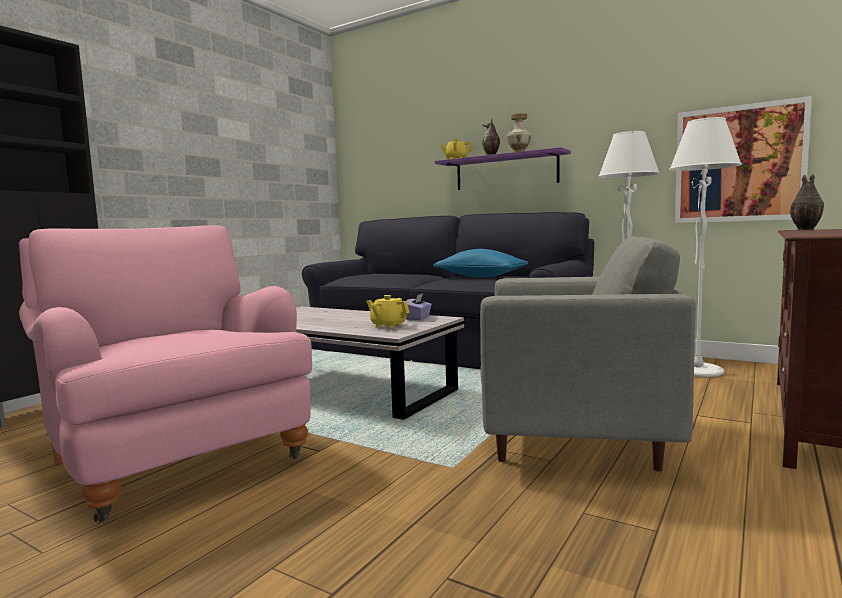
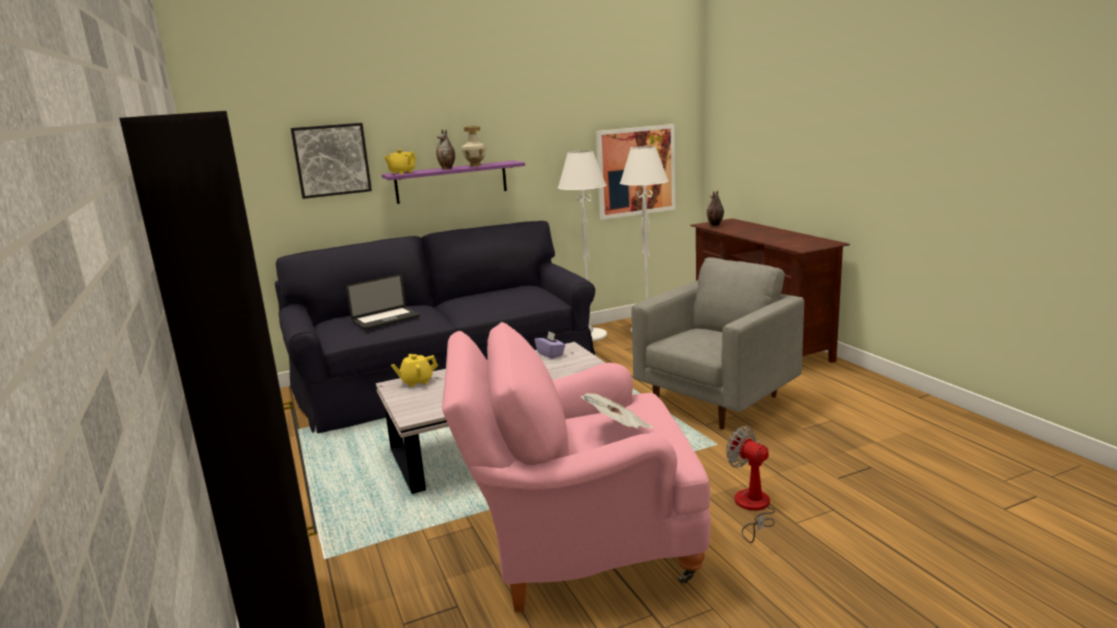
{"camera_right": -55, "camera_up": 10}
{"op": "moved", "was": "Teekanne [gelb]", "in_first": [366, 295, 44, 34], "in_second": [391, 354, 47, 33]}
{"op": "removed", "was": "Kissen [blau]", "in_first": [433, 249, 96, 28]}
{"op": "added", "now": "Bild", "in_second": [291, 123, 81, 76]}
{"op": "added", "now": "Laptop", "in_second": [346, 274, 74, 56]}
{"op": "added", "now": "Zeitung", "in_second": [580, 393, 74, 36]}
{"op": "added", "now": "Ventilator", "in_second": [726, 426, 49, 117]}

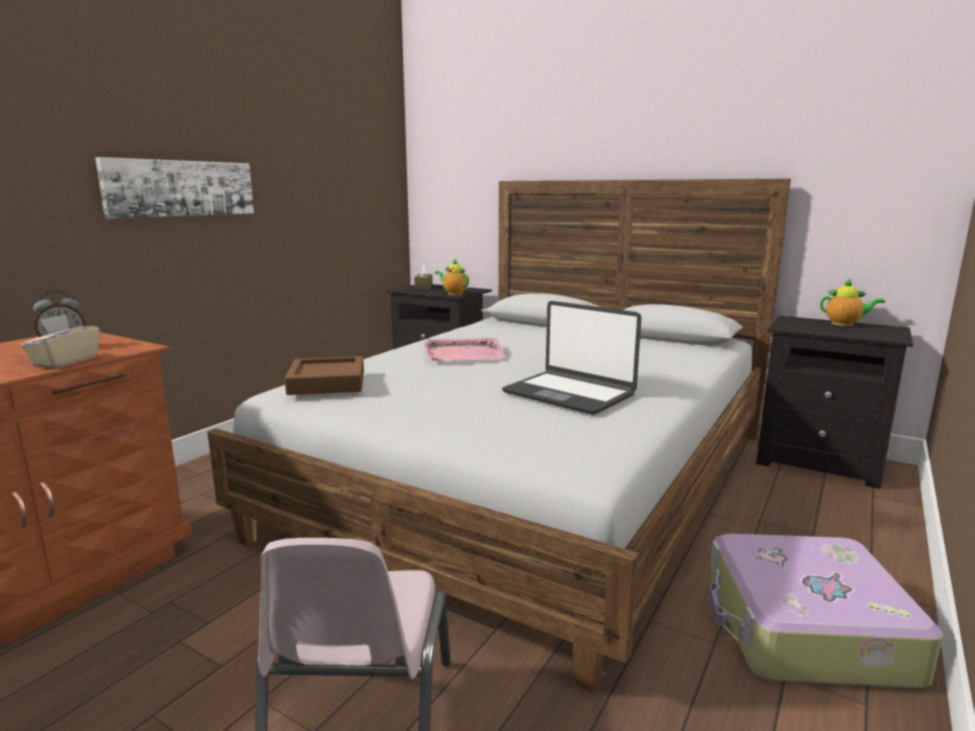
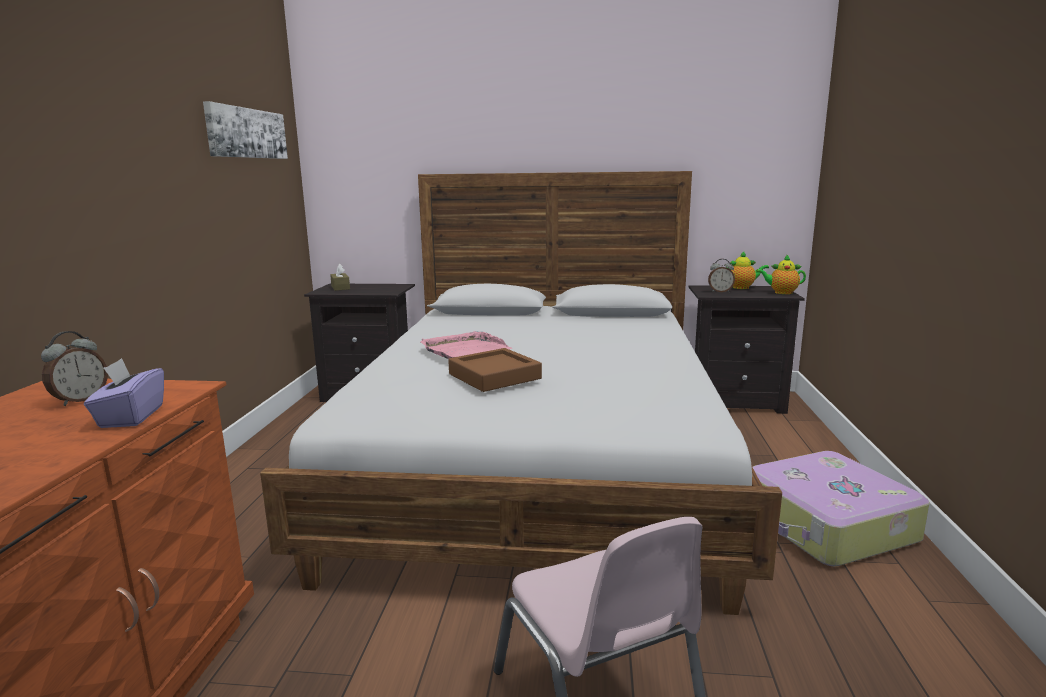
{"camera_right": -25, "camera_up": 0}
{"op": "recoloured", "was": "Taschentuchbox [beige]", "now": "Taschentuchbox [lila]", "in_first": [21, 314, 79, 54], "in_second": [84, 358, 80, 70]}
{"op": "moved", "was": "Bild", "in_first": [95, 157, 159, 62], "in_second": [203, 101, 85, 58]}
{"op": "moved", "was": "Tablett [braun]", "in_first": [285, 356, 79, 39], "in_second": [448, 348, 94, 44]}
{"op": "moved", "was": "Teekanne", "in_first": [435, 258, 34, 37], "in_second": [756, 254, 50, 40]}
{"op": "removed", "was": "Laptop", "in_first": [502, 301, 139, 114]}
{"op": "added", "now": "Wecker", "in_second": [708, 259, 27, 33]}

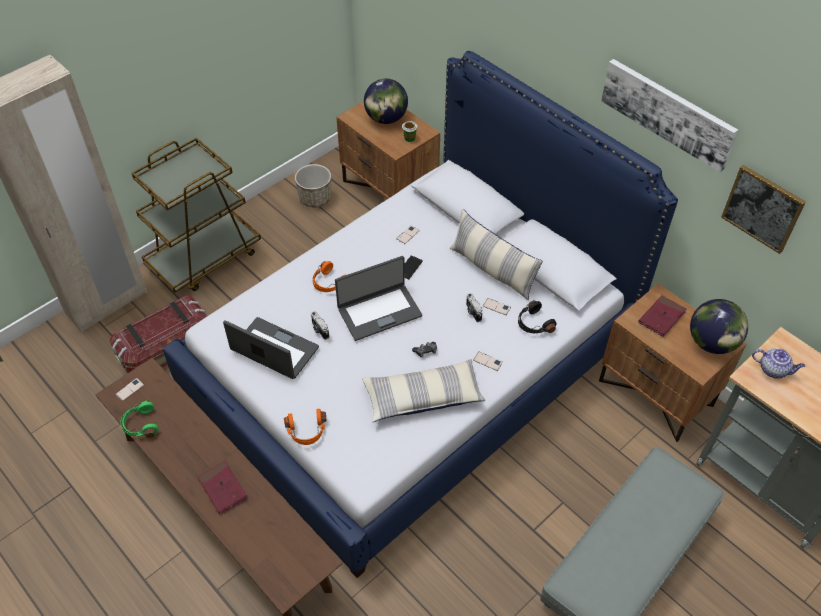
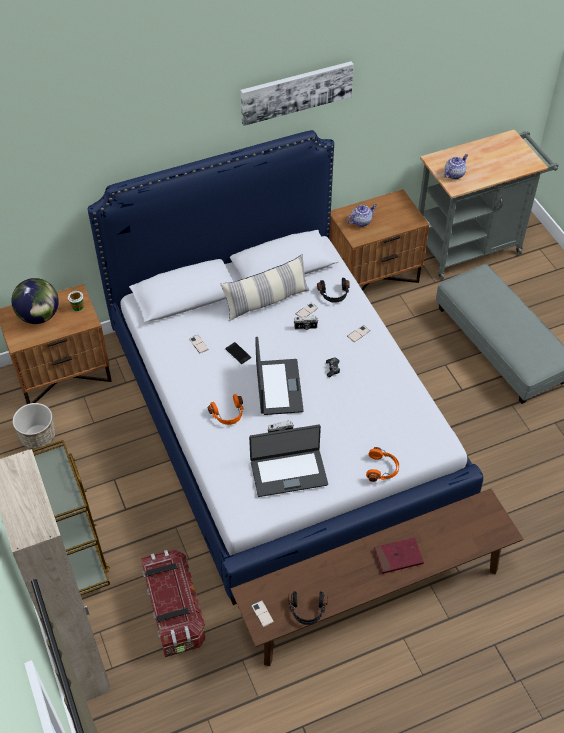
{"camera_right": -70, "camera_up": 0}
{"op": "recoloured", "was": "Kopfhörer [grün]", "now": "Kopfhörer [schwarz]", "in_first": [120, 400, 39, 38], "in_second": [288, 591, 40, 34]}
{"op": "turned", "was": "Laptop", "in_first": [223, 317, 96, 62], "in_second": [249, 425, 79, 72], "clockwise": -150}
{"op": "removed", "was": "Kissen", "in_first": [362, 359, 124, 63]}
{"op": "replaced", "was": "Buch [rot]", "now": "Teekanne", "in_first": [638, 295, 48, 42], "in_second": [347, 204, 30, 23]}
{"op": "removed", "was": "Globus", "in_first": [690, 299, 58, 55]}
{"op": "removed", "was": "Bild", "in_first": [721, 165, 85, 89]}

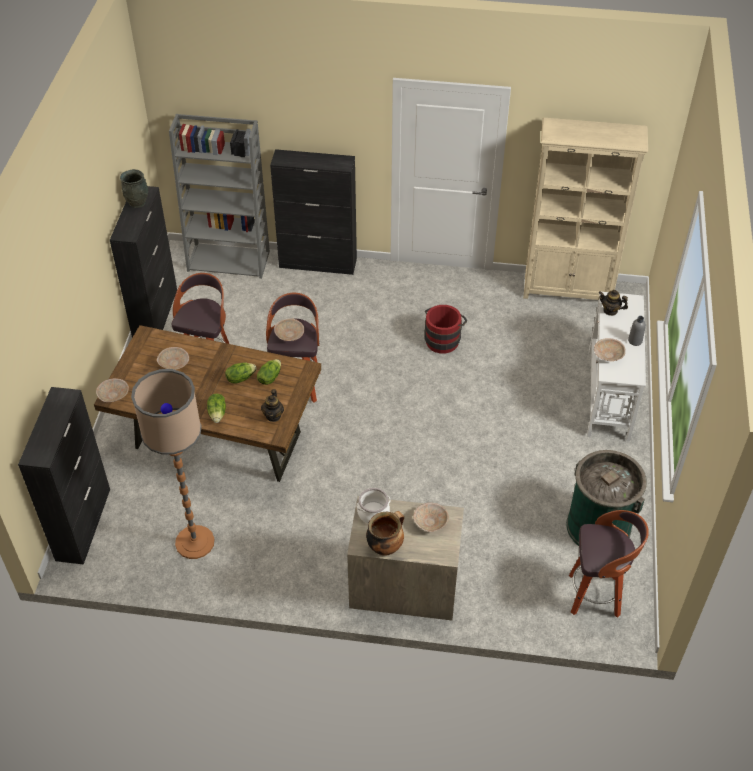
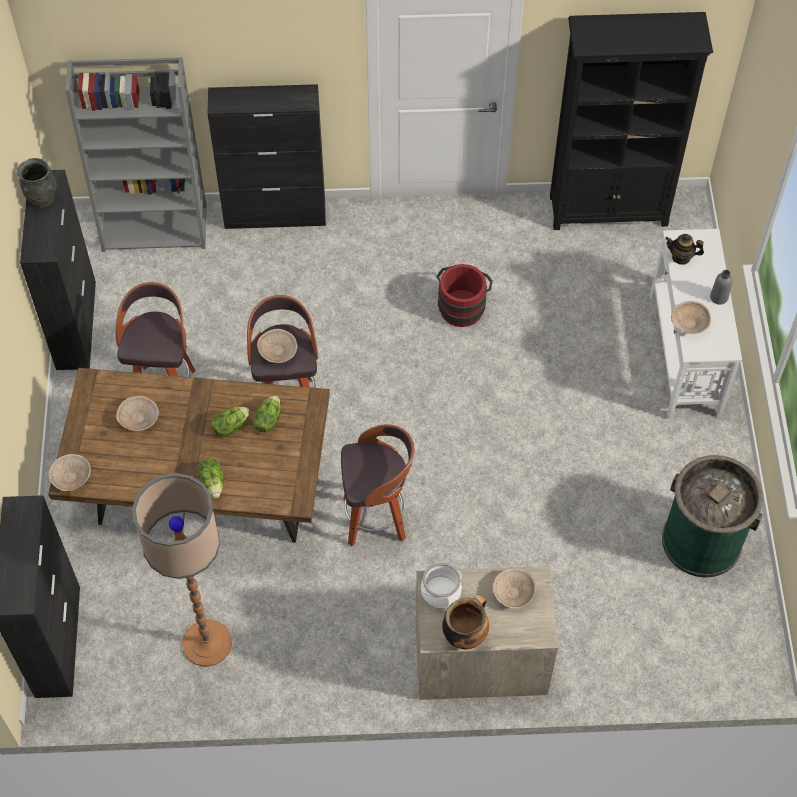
{"camera_right": -10, "camera_up": 10}
{"op": "removed", "was": "Teekanne", "in_first": [261, 389, 23, 33]}
{"op": "recoloured", "was": "Bücherregal [beige]", "now": "Bücherregal [schwarz]", "in_first": [523, 118, 125, 182], "in_second": [550, 12, 163, 218]}
{"op": "moved", "was": "Hocker", "in_first": [569, 510, 80, 108], "in_second": [341, 424, 73, 122]}

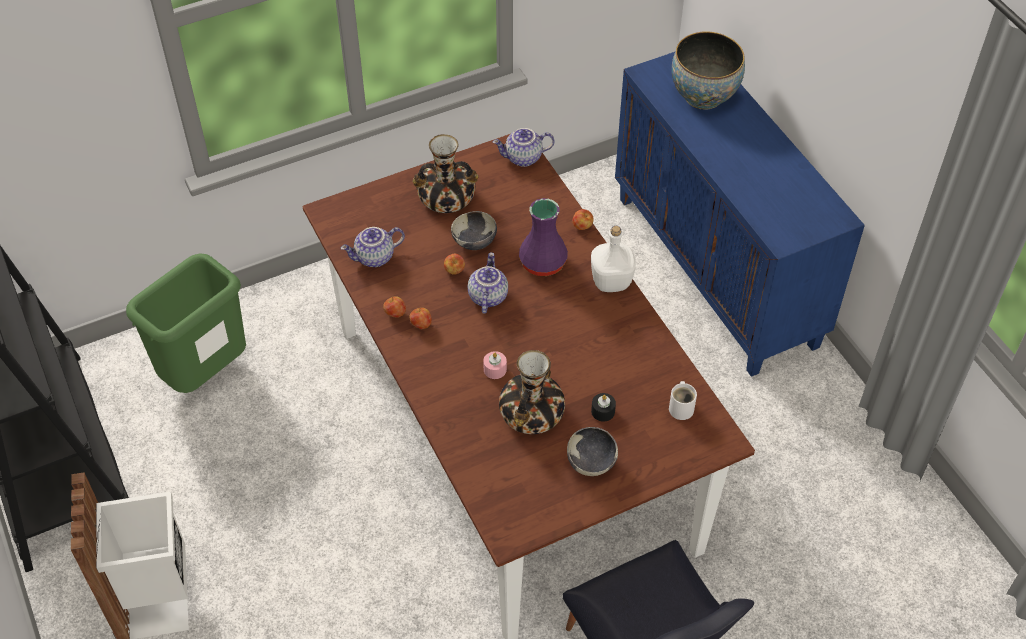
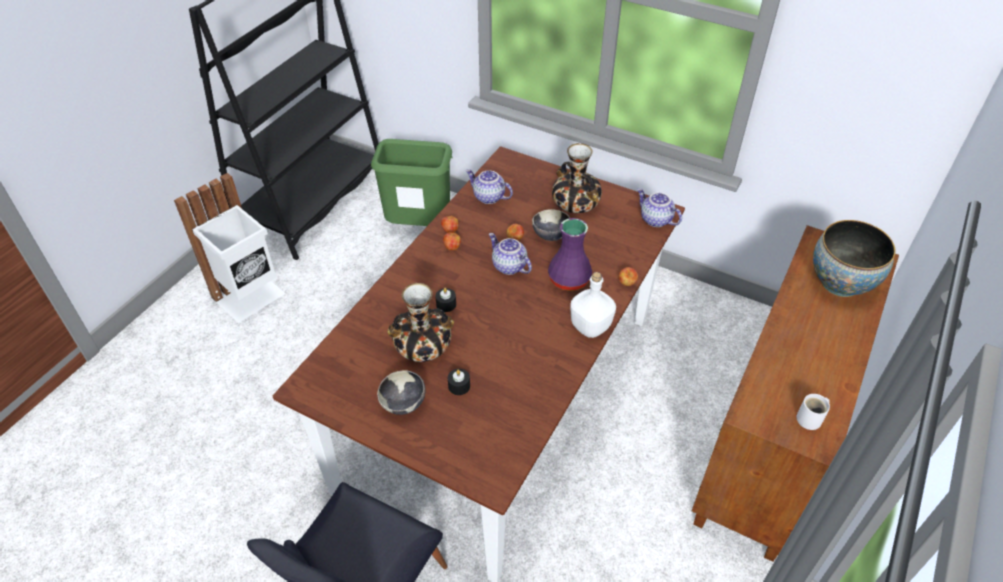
{"camera_right": 55, "camera_up": -5}
{"op": "turned", "was": "Teekanne", "in_first": [468, 252, 40, 62], "in_second": [489, 233, 43, 42], "clockwise": -105}
{"op": "recoloured", "was": "Kerze [rosa]", "now": "Kerze [schwarz]", "in_first": [483, 351, 24, 28], "in_second": [436, 288, 20, 24]}
{"op": "recoloured", "was": "Schrank [blau]", "now": "Schrank [braun]", "in_first": [615, 52, 250, 325], "in_second": [692, 225, 207, 337]}
{"op": "moved", "was": "Henkelbecher [weiß]", "in_first": [669, 381, 28, 39], "in_second": [796, 394, 34, 36]}

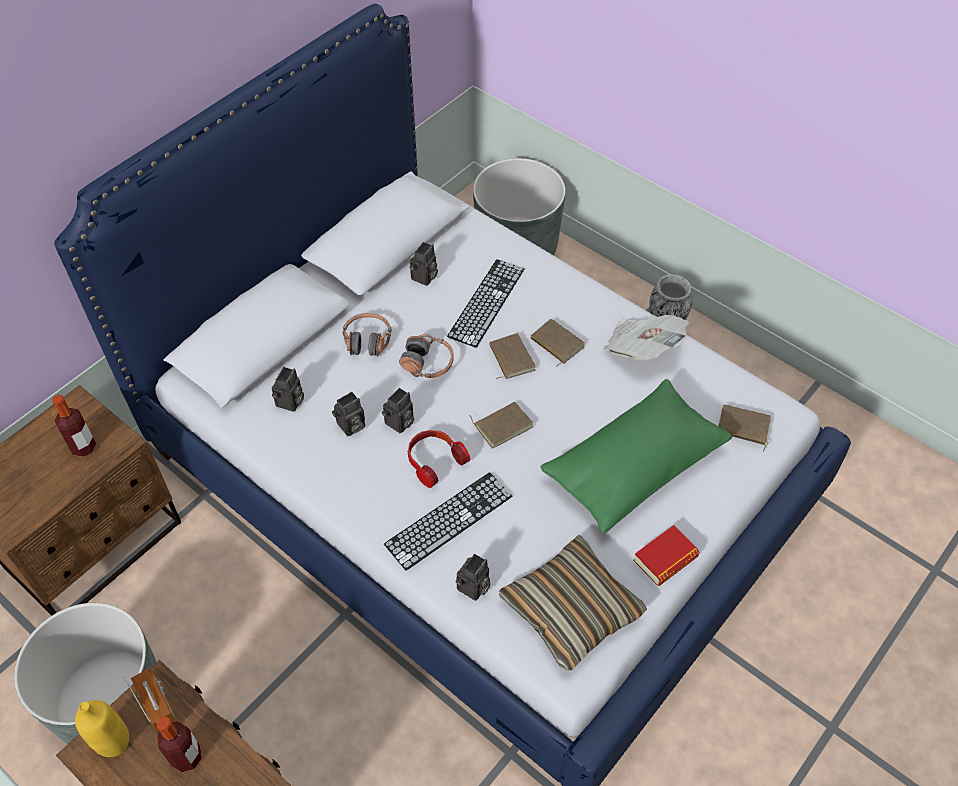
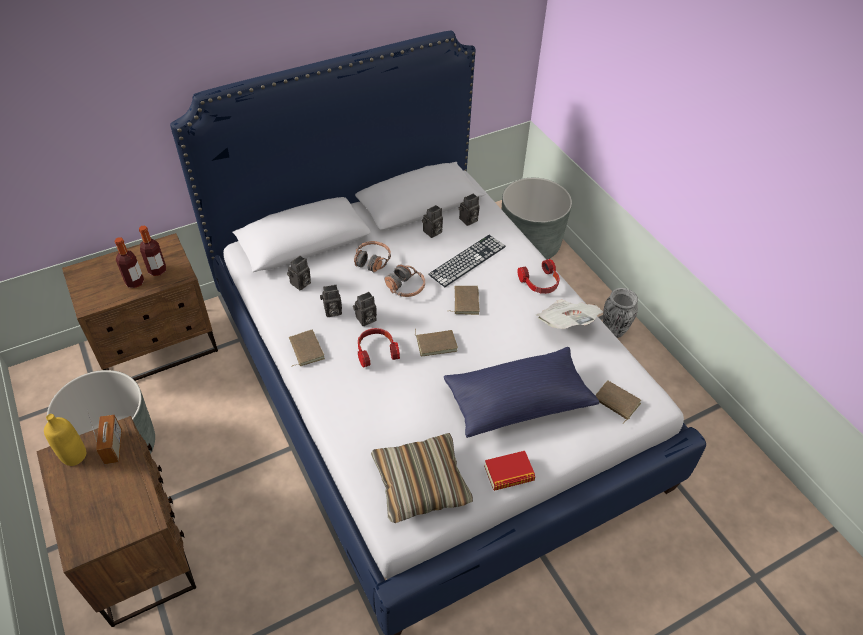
{"camera_right": 20, "camera_up": -5}
{"op": "moved", "was": "Flasche", "in_first": [156, 717, 46, 55], "in_second": [114, 237, 30, 51]}
{"op": "removed", "was": "Tastatur", "in_first": [384, 472, 129, 99]}
{"op": "moved", "was": "Kamera", "in_first": [456, 554, 35, 47], "in_second": [459, 193, 21, 33]}
{"op": "moved", "was": "Buch [braun]", "in_first": [531, 319, 54, 48], "in_second": [289, 330, 36, 37]}
{"op": "recoloured", "was": "Kissen [grün]", "now": "Kissen [blau]", "in_first": [540, 379, 192, 155], "in_second": [444, 347, 155, 91]}
{"op": "added", "now": "Kopfhörer", "in_second": [518, 259, 41, 35]}

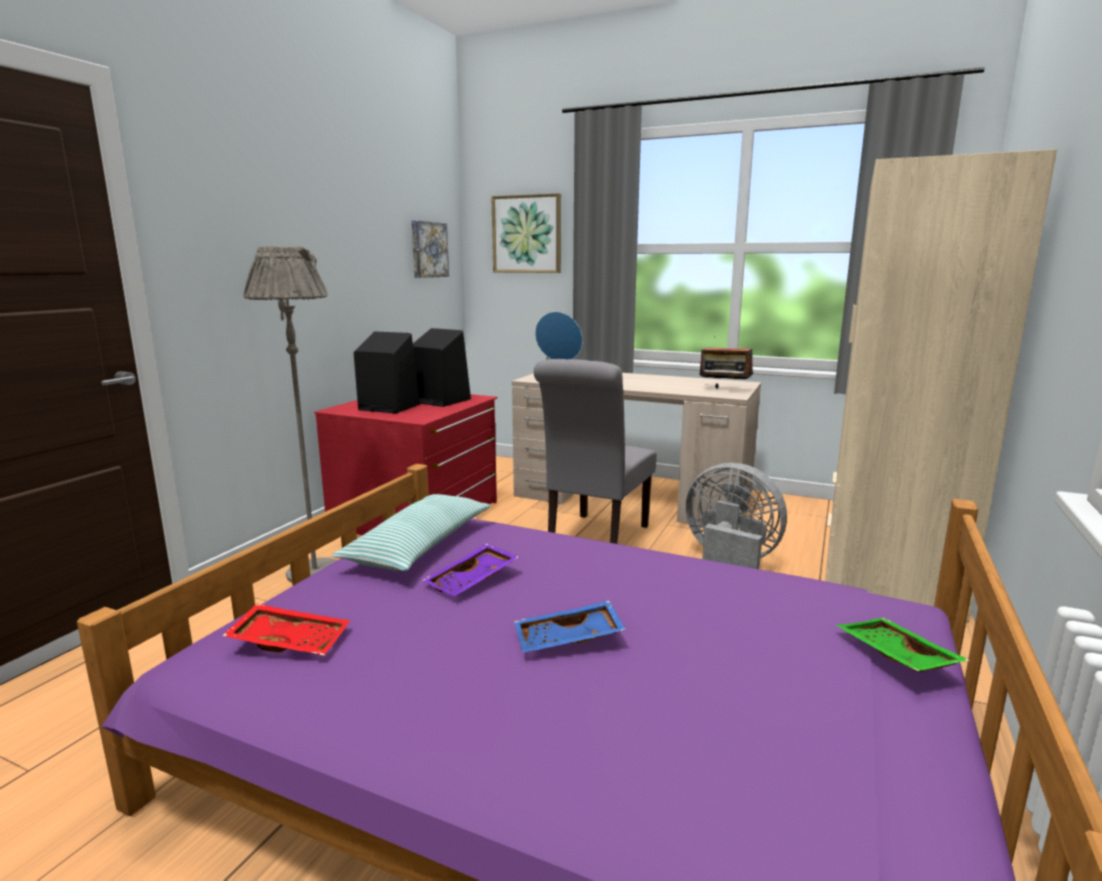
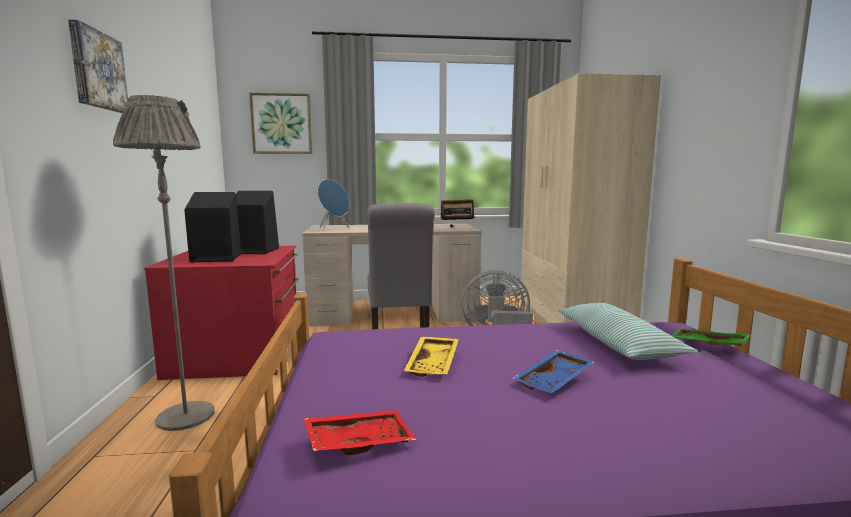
{"camera_right": -30, "camera_up": -5}
{"op": "moved", "was": "Kissen", "in_first": [331, 494, 160, 77], "in_second": [558, 303, 140, 57]}
{"op": "moved", "was": "Bild", "in_first": [411, 221, 38, 57], "in_second": [68, 19, 60, 94]}
{"op": "recoloured", "was": "Tablett [lila]", "now": "Tablett [gelb]", "in_first": [422, 543, 97, 53], "in_second": [404, 337, 55, 40]}

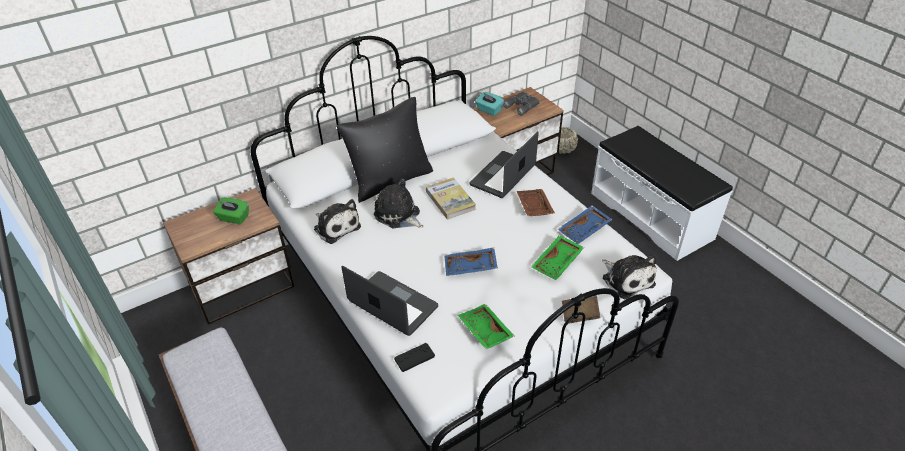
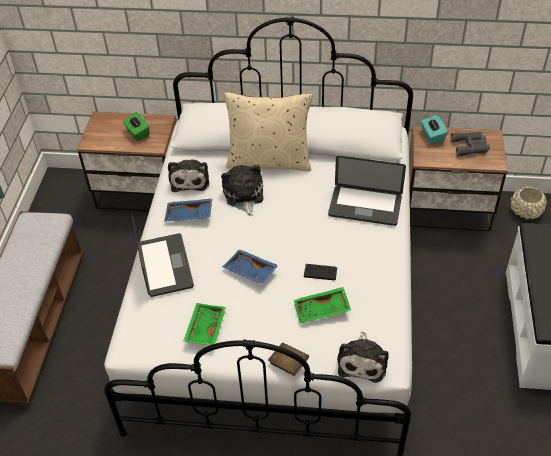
{"camera_right": 40, "camera_up": 5}
{"op": "recoloured", "was": "Kissen [schwarz]", "now": "Kissen [beige]", "in_first": [337, 97, 96, 106], "in_second": [224, 92, 89, 79]}
{"op": "moved", "was": "Gamepad [schwarz]", "in_first": [394, 343, 41, 29], "in_second": [304, 264, 33, 17]}
{"op": "removed", "was": "Buch", "in_first": [426, 177, 50, 43]}
{"op": "turned", "was": "Laptop", "in_first": [470, 131, 69, 67], "in_second": [328, 156, 78, 70], "clockwise": -150}
{"op": "removed", "was": "Tablett [braun]", "in_first": [517, 189, 38, 27]}
{"op": "moved", "was": "Tablett [blau]", "in_first": [558, 206, 55, 38], "in_second": [164, 198, 48, 24]}

